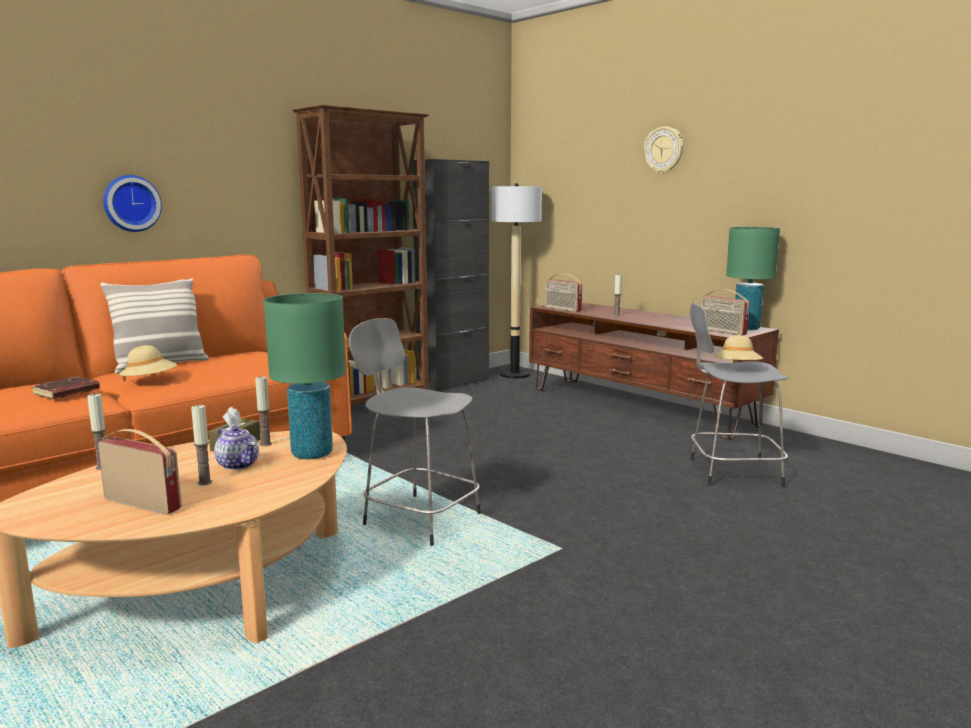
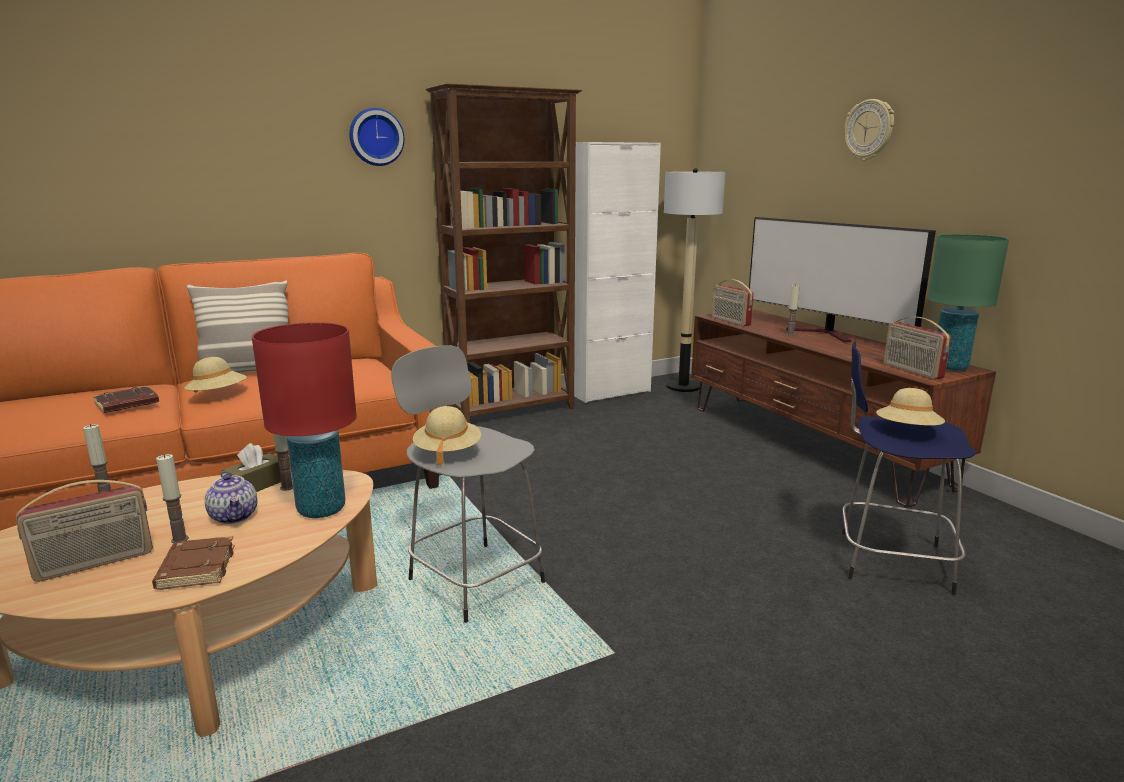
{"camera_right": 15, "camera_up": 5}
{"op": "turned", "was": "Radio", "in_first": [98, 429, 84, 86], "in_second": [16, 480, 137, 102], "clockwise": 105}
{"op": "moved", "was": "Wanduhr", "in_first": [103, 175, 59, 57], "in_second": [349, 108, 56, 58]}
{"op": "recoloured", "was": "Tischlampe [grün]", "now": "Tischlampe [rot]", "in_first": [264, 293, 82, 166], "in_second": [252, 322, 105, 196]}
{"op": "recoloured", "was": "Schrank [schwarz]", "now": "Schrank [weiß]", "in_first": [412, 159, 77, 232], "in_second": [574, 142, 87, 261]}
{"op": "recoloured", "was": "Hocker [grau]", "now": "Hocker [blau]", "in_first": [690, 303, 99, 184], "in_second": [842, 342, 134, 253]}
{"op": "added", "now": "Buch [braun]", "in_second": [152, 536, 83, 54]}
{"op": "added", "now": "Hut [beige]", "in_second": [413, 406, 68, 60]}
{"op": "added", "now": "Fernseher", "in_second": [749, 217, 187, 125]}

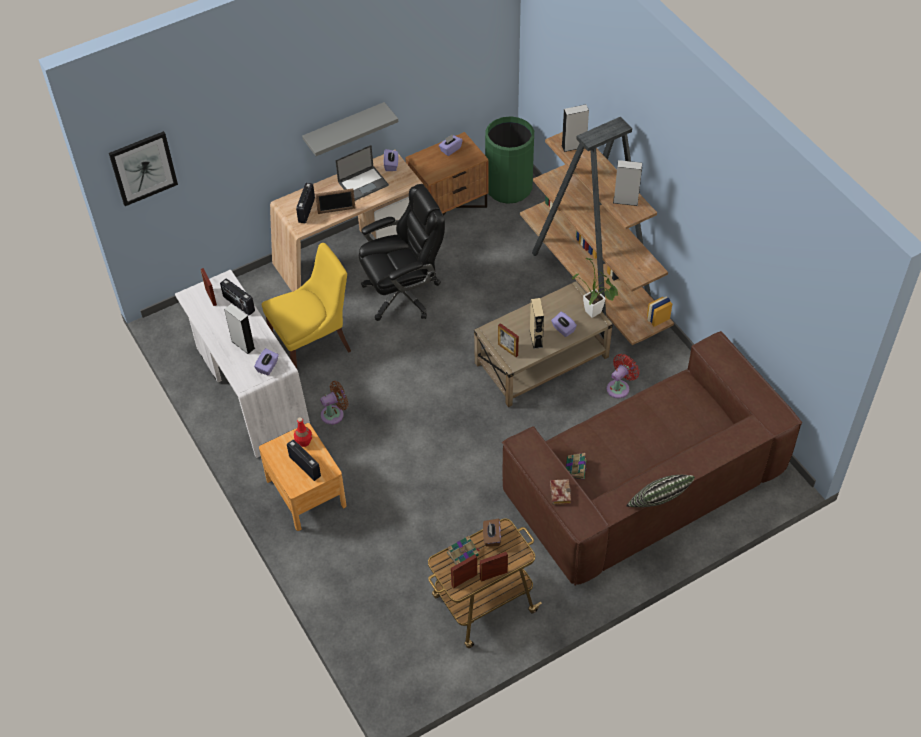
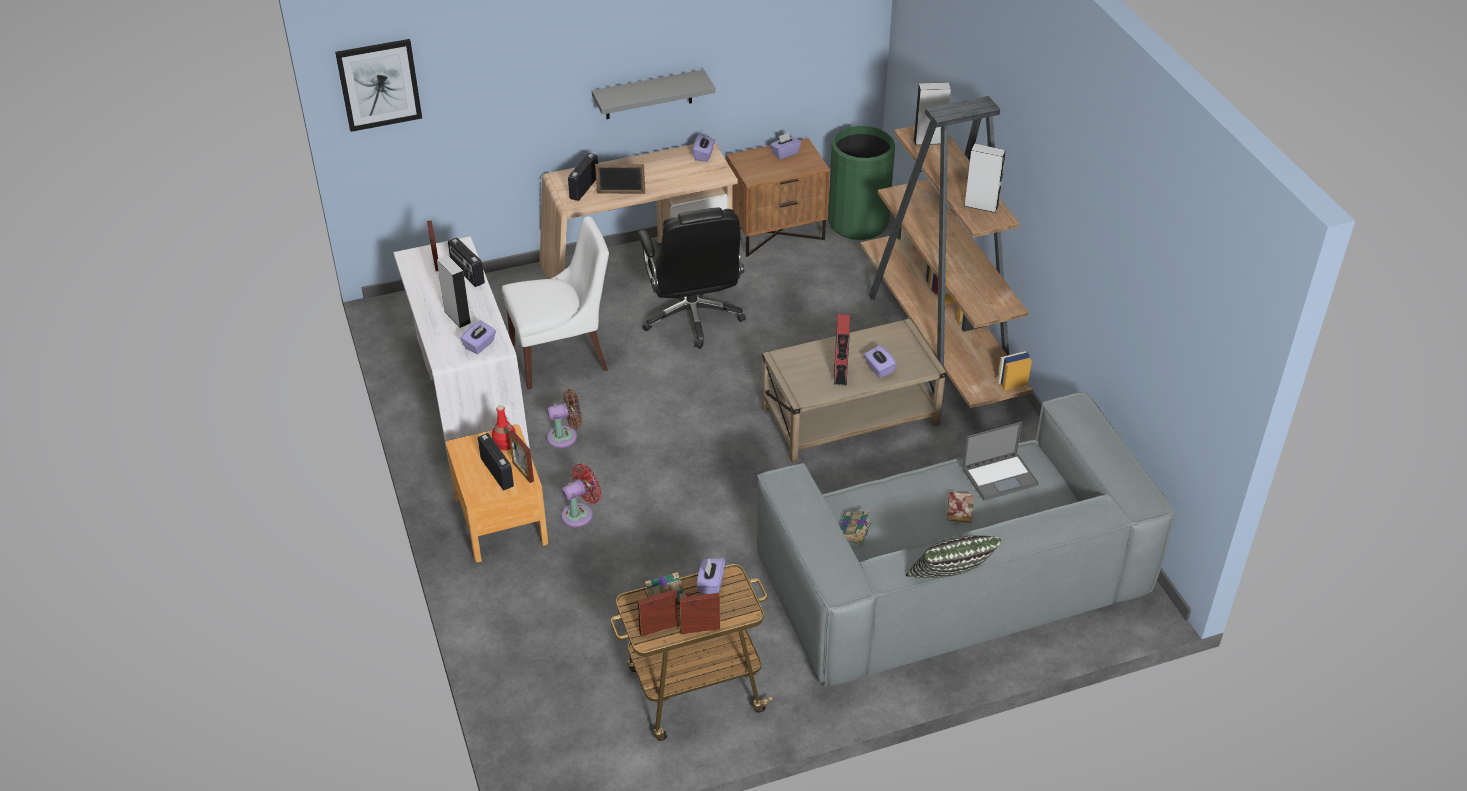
{"camera_right": 10, "camera_up": -10}
{"op": "recoloured", "was": "Stuhl [gelb]", "now": "Stuhl [weiß]", "in_first": [262, 243, 89, 125], "in_second": [502, 216, 107, 174]}
{"op": "moved", "was": "Laptop", "in_first": [335, 145, 54, 56], "in_second": [962, 422, 77, 79]}
{"op": "turned", "was": "Bürostuhl [schwarz]", "in_first": [359, 184, 86, 137], "in_second": [637, 207, 109, 142], "clockwise": 90}
{"op": "recoloured", "was": "Taschentuchbox [braun]", "now": "Taschentuchbox [lila]", "in_first": [483, 518, 18, 29], "in_second": [697, 558, 28, 36]}
{"op": "moved", "was": "Bilderrahmen", "in_first": [498, 323, 21, 34], "in_second": [509, 430, 25, 53]}
{"op": "recoloured", "was": "Sofa [braun]", "now": "Sofa [grau]", "in_first": [502, 331, 300, 255], "in_second": [757, 391, 419, 296]}
{"op": "recoloured", "was": "Lautsprecher [beige]", "now": "Lautsprecher [rot]", "in_first": [530, 298, 14, 51], "in_second": [834, 314, 16, 71]}
{"op": "moved", "was": "Buch", "in_first": [550, 479, 21, 26], "in_second": [947, 492, 27, 31]}
{"op": "removed", "was": "Topfpflanze", "in_first": [572, 258, 46, 60]}
{"op": "moved", "was": "Ventilator [rot]", "in_first": [607, 354, 33, 45], "in_second": [561, 464, 40, 63]}

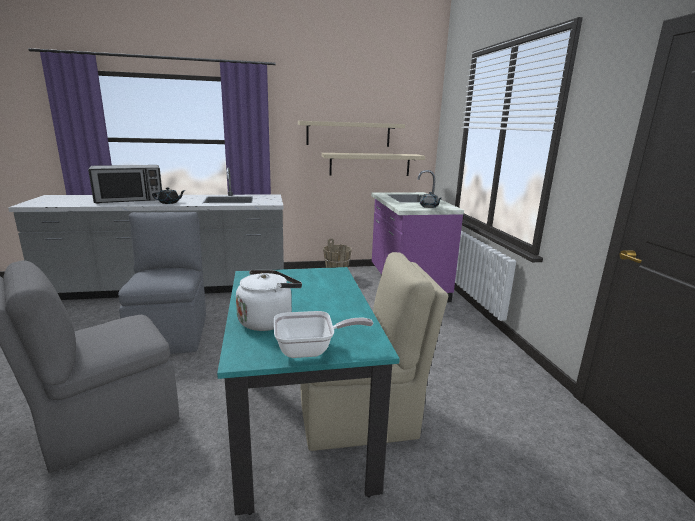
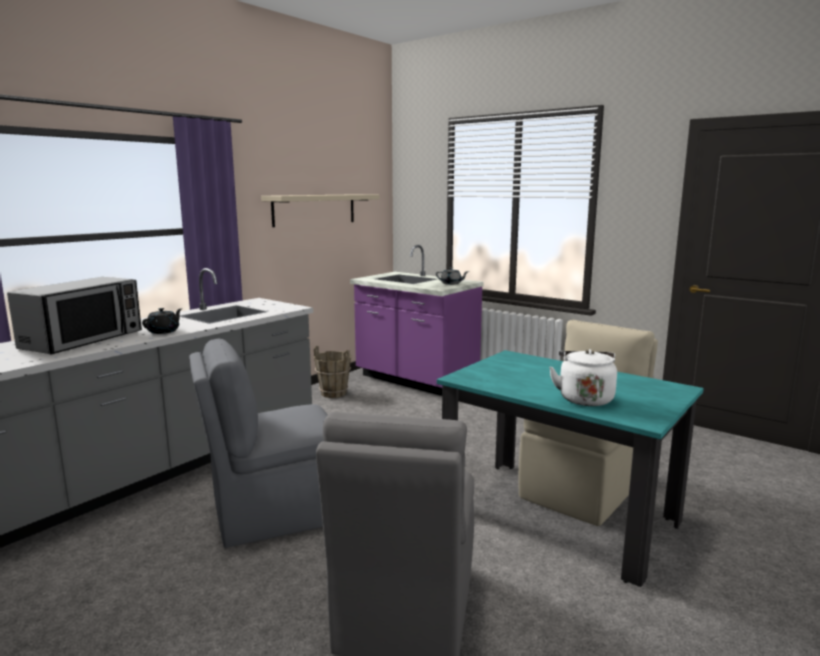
{"camera_right": -40, "camera_up": -5}
{"op": "turned", "was": "Stuhl [grau]", "in_first": [118, 212, 88, 142], "in_second": [189, 338, 138, 210], "clockwise": -60}
{"op": "removed", "was": "Pfanne", "in_first": [274, 311, 99, 47]}
{"op": "removed", "was": "Wandregal [beige]", "in_first": [322, 153, 103, 23]}

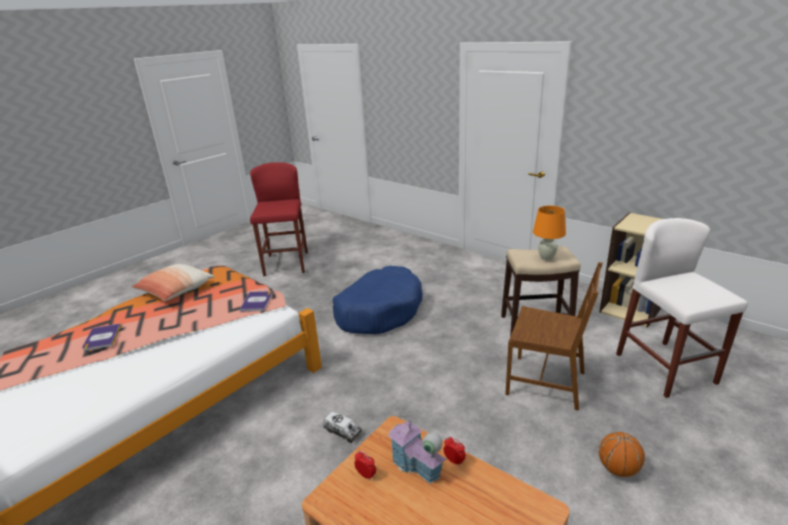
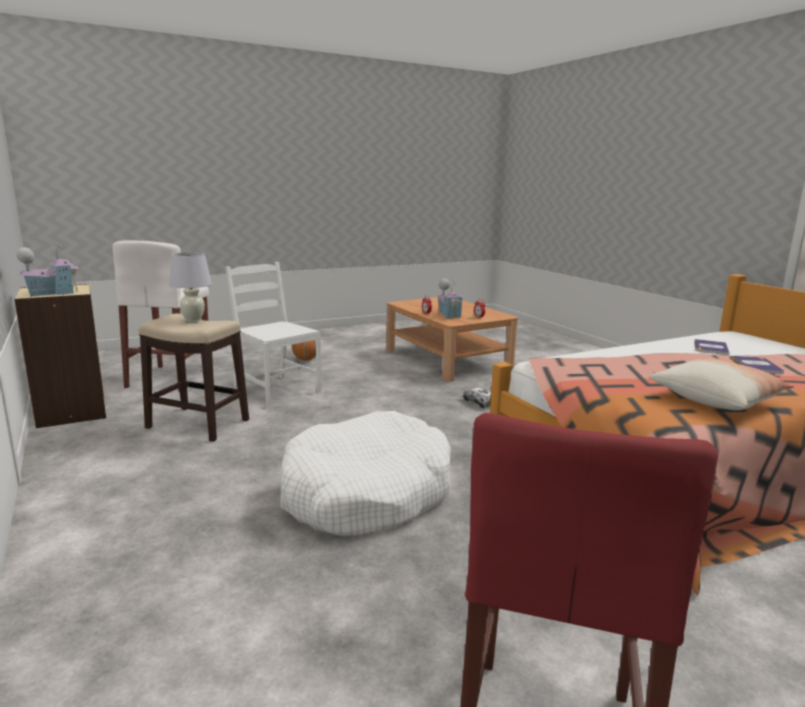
{"camera_right": -160, "camera_up": -10}
{"op": "moved", "was": "Buch", "in_first": [239, 291, 34, 20], "in_second": [694, 339, 36, 16]}
{"op": "recoloured", "was": "Hundebett [blau]", "now": "Hundebett [weiß]", "in_first": [333, 266, 90, 68], "in_second": [280, 411, 171, 125]}
{"op": "recoloured", "was": "Stuhl [braun]", "now": "Stuhl [weiß]", "in_first": [505, 262, 98, 149], "in_second": [226, 262, 95, 146]}
{"op": "recoloured", "was": "Tischlampe [orange]", "now": "Tischlampe [weiß]", "in_first": [533, 206, 33, 55], "in_second": [169, 252, 43, 70]}
{"op": "added", "now": "Spielzeughaus", "in_second": [16, 243, 63, 54]}

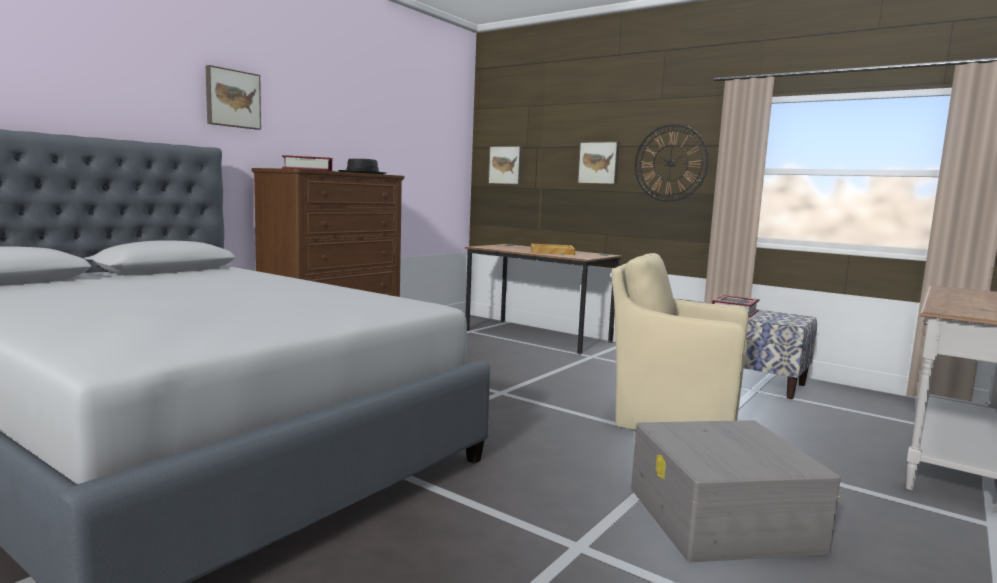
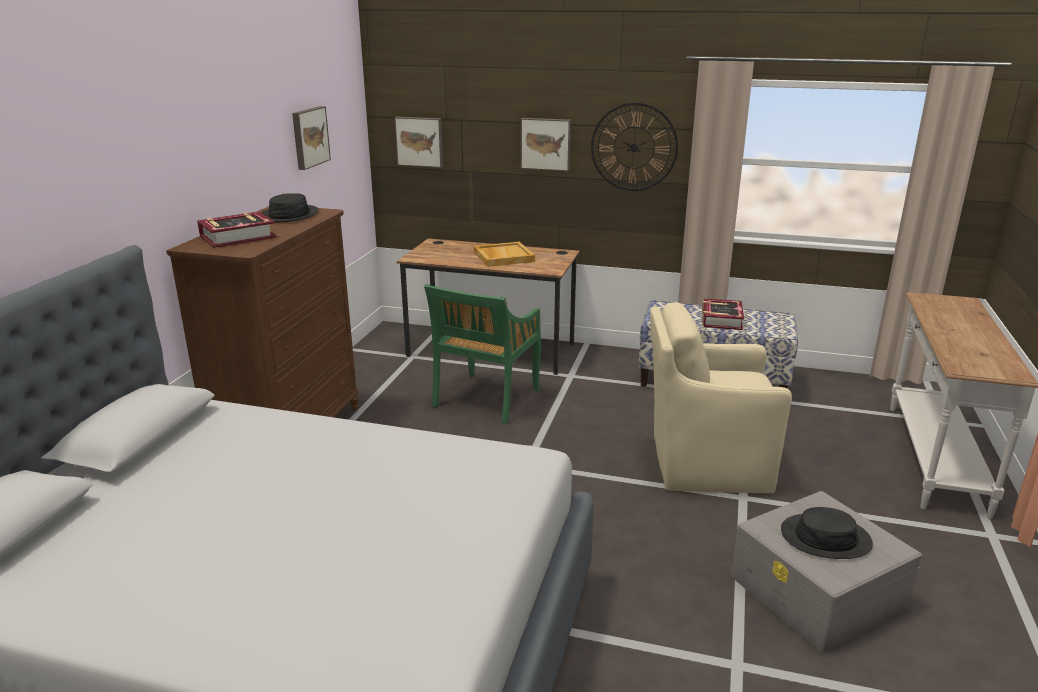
{"camera_right": -20, "camera_up": 15}
{"op": "moved", "was": "Bild", "in_first": [206, 65, 55, 65], "in_second": [292, 106, 39, 64]}
{"op": "added", "now": "Stuhl [grün]", "in_second": [424, 284, 117, 139]}
{"op": "added", "now": "Hut [schwarz]", "in_second": [781, 507, 92, 52]}

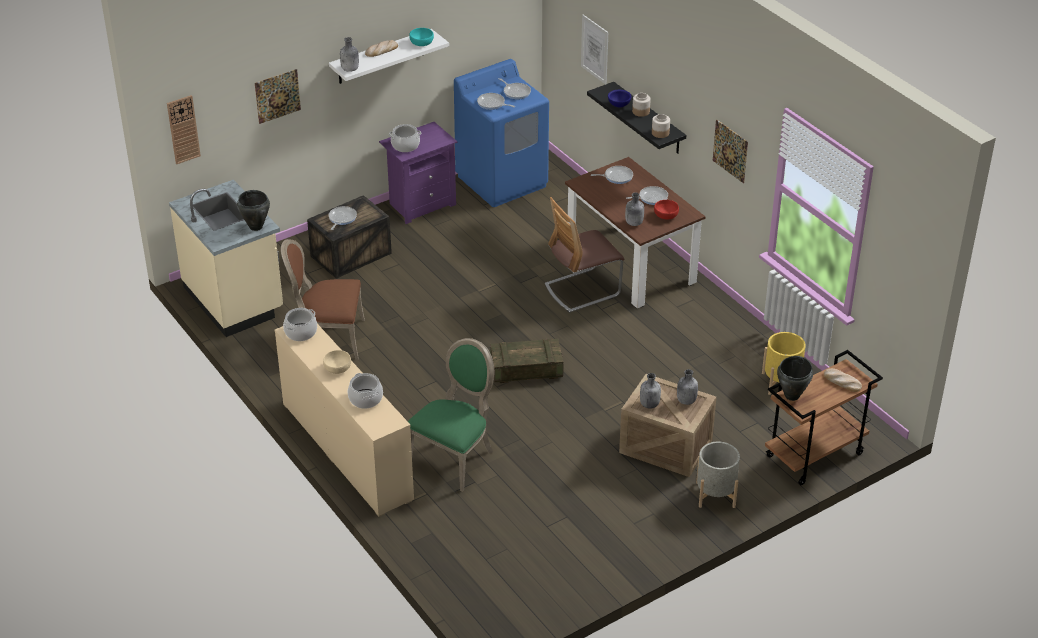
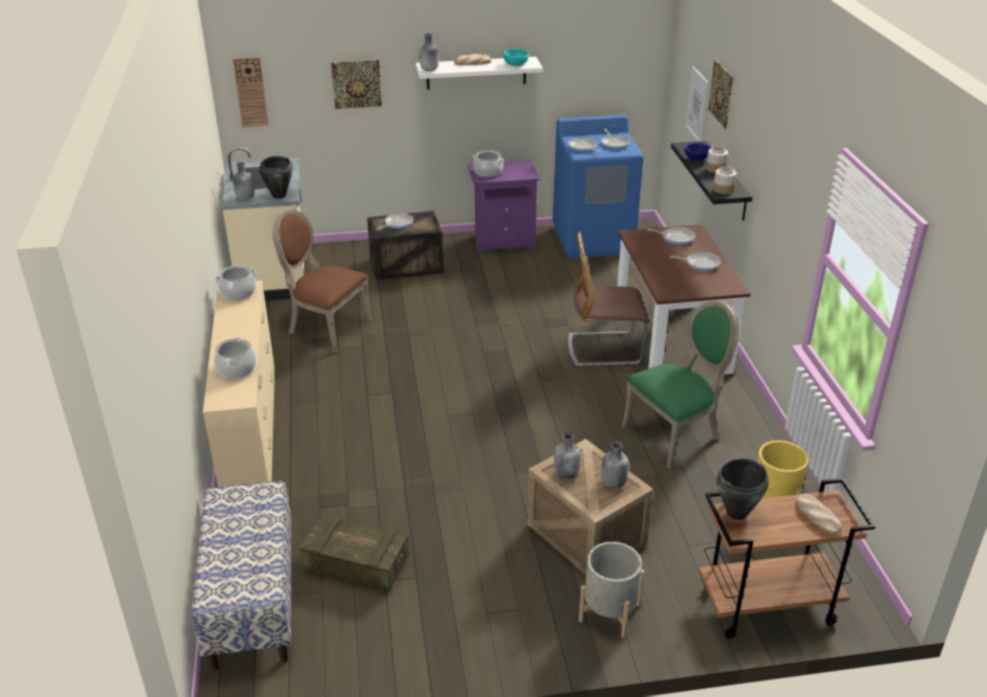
{"camera_right": 25, "camera_up": -5}
{"op": "removed", "was": "Schüssel [beige]", "in_first": [323, 350, 28, 24]}
{"op": "moved", "was": "Stuhl [grün]", "in_first": [408, 338, 86, 154], "in_second": [622, 300, 117, 168]}
{"op": "moved", "was": "Kiste", "in_first": [490, 339, 74, 44], "in_second": [300, 515, 109, 75]}
{"op": "moved", "was": "Flasche [grau]", "in_first": [625, 192, 19, 34], "in_second": [233, 162, 21, 38]}
{"op": "removed", "was": "Schüssel [rot]", "in_first": [654, 200, 25, 20]}
{"op": "moved", "was": "Bild", "in_first": [713, 120, 35, 63], "in_second": [708, 60, 25, 69]}
{"op": "added", "now": "Bank", "in_second": [192, 481, 99, 190]}

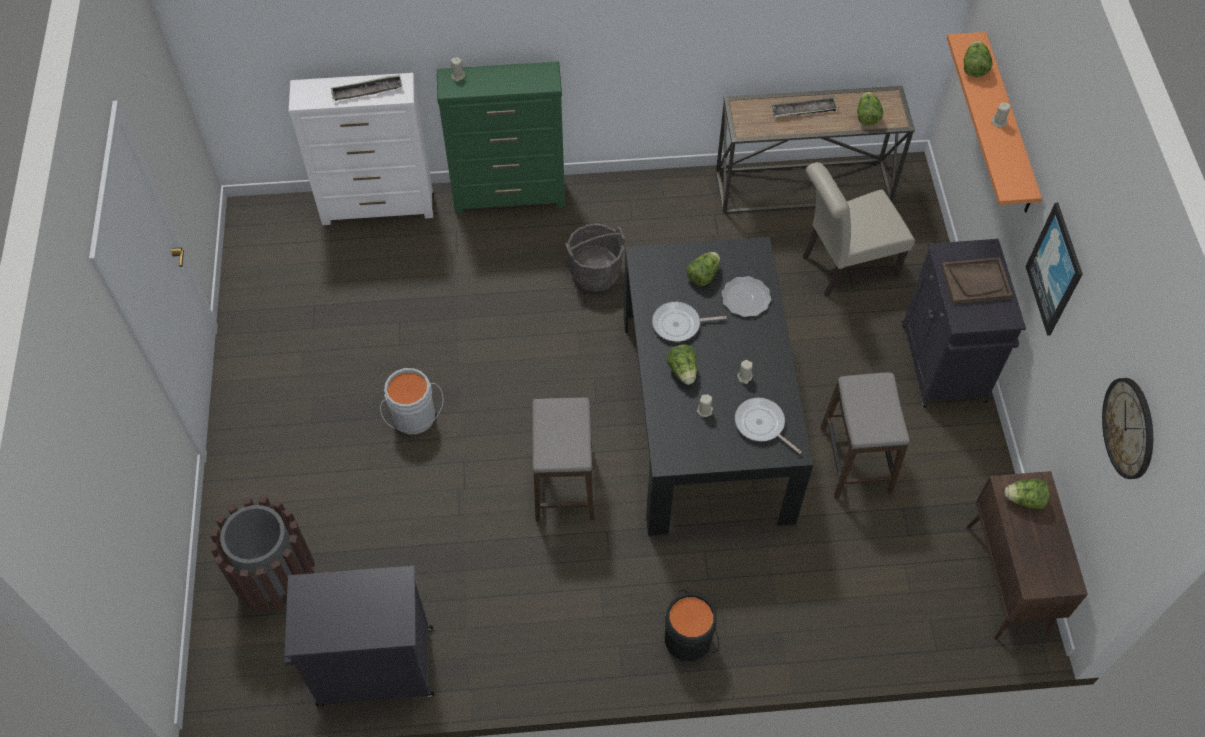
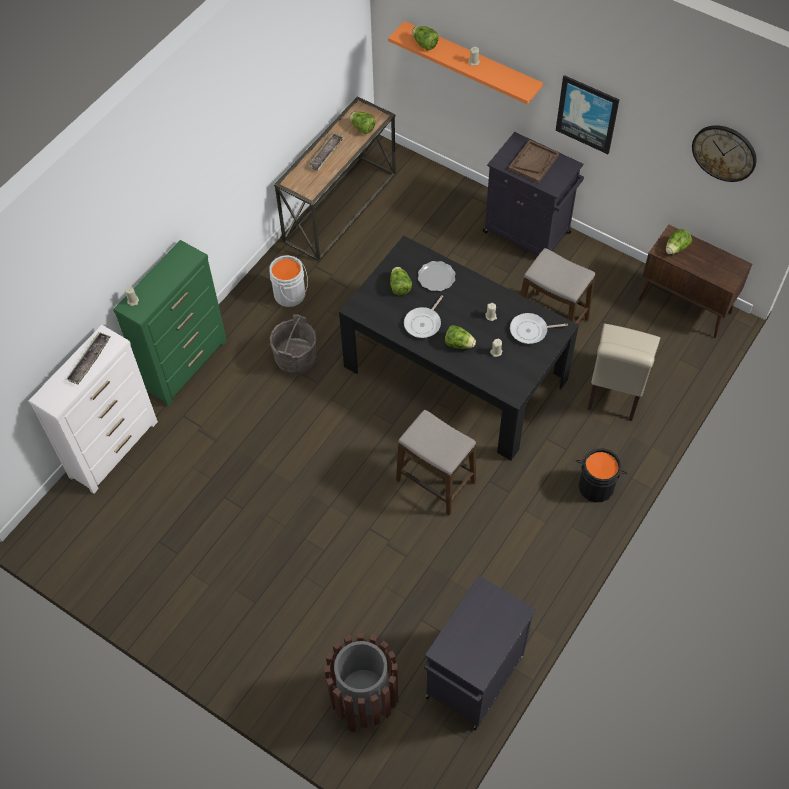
{"camera_right": -50, "camera_up": 0}
{"op": "moved", "was": "Eimer [grau]", "in_first": [380, 368, 64, 66], "in_second": [269, 255, 39, 52]}
{"op": "moved", "was": "Stuhl [beige]", "in_first": [803, 162, 112, 135], "in_second": [588, 324, 72, 97]}

